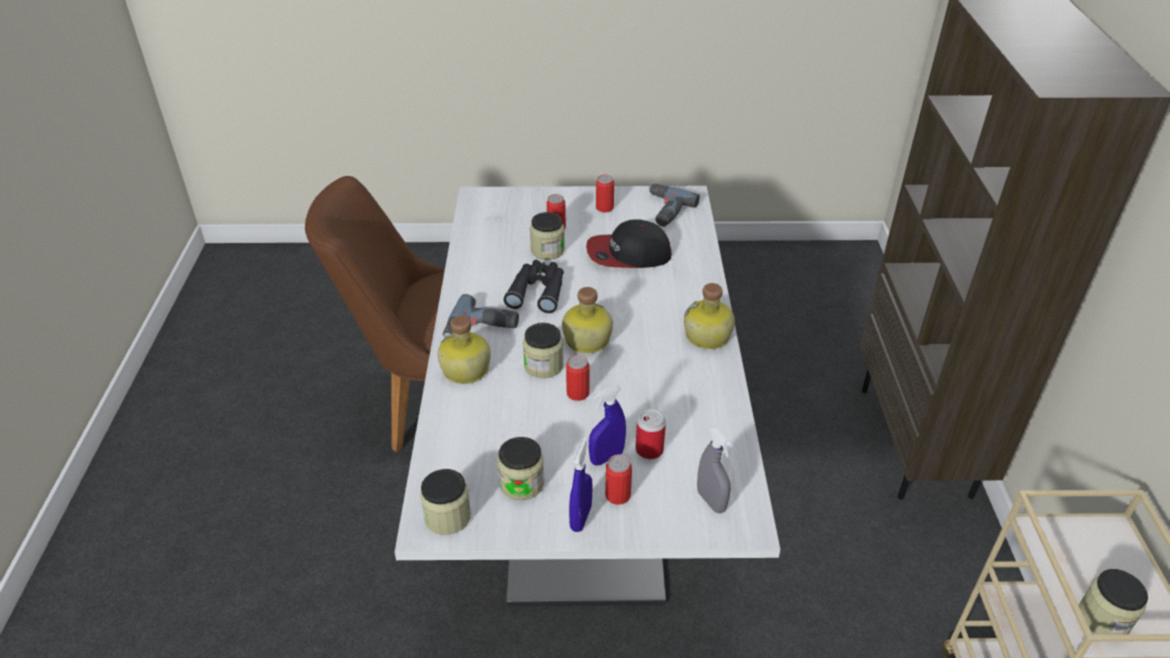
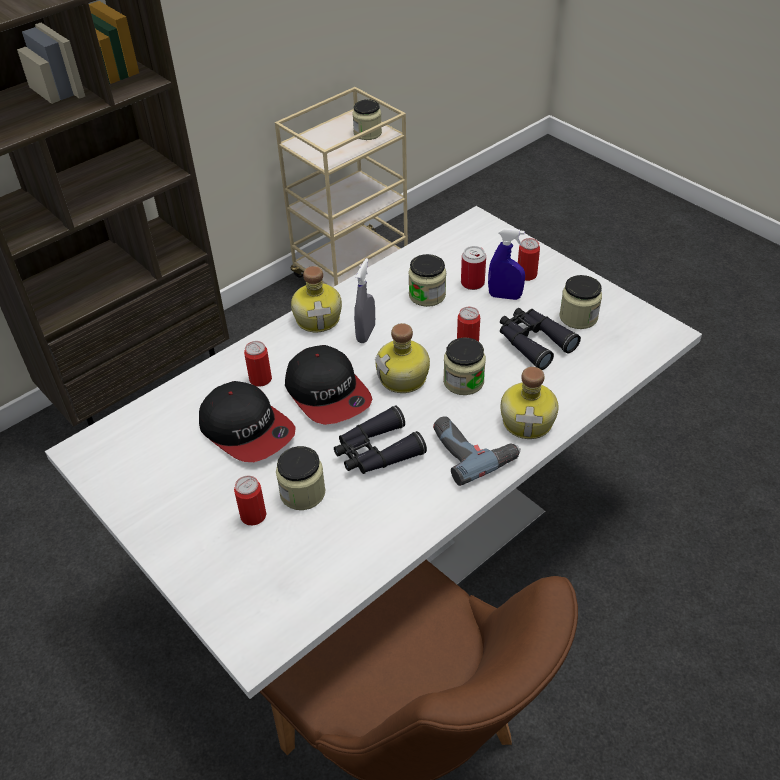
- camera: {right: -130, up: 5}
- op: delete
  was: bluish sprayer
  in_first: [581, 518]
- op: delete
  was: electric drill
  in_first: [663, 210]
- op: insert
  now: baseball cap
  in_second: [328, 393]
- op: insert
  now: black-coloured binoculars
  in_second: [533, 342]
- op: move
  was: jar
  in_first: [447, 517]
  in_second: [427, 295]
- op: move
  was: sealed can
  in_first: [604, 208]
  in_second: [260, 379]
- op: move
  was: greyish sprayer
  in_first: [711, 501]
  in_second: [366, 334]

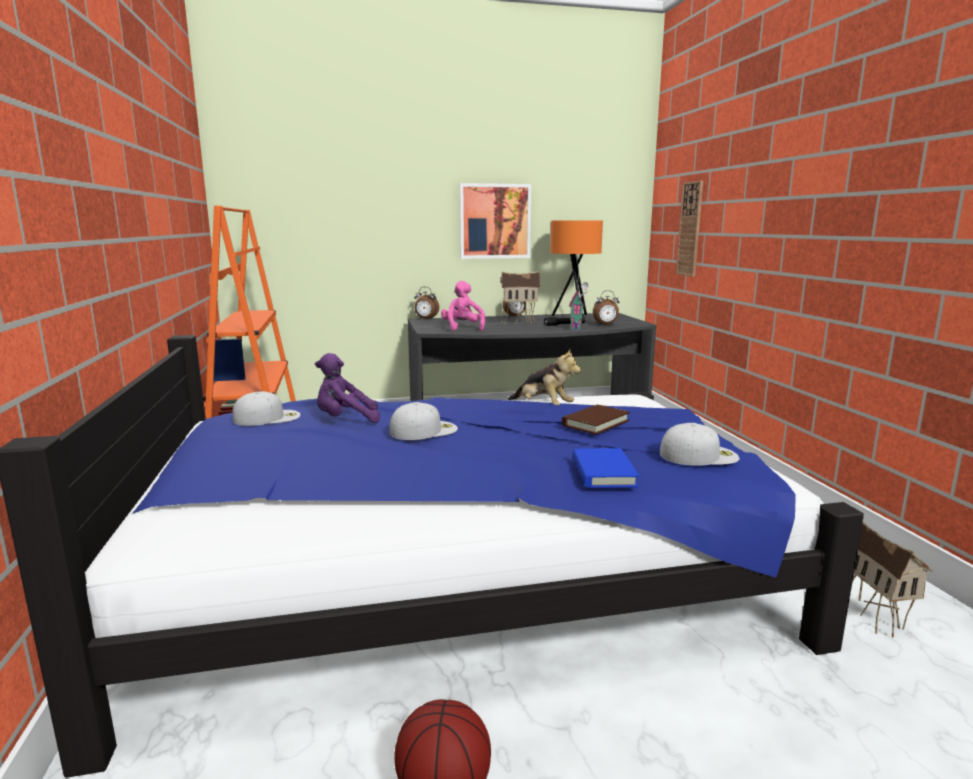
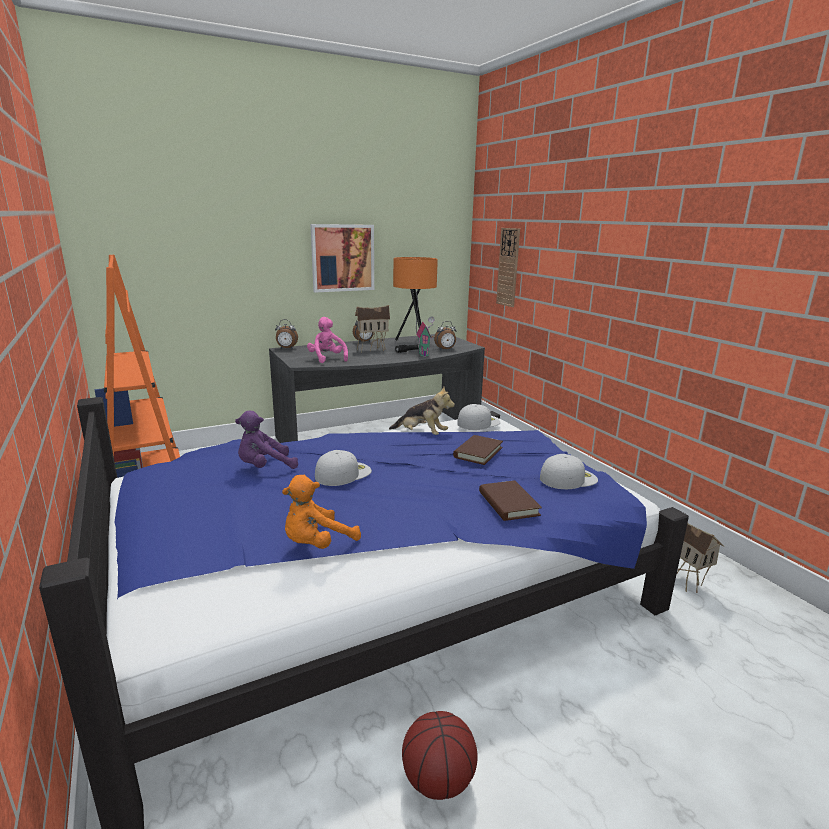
- camera: {right: -15, up: 5}
- op: insert
  now: orangey plush toy
  in_second: [317, 544]
- op: move
  was: white-coloured baseball cap
  in_first: [267, 417]
  in_second: [478, 422]
- op: recolor
  was: bluish volume
  now: brown-coloured volume
  in_first: [603, 472]
  in_second: [508, 503]

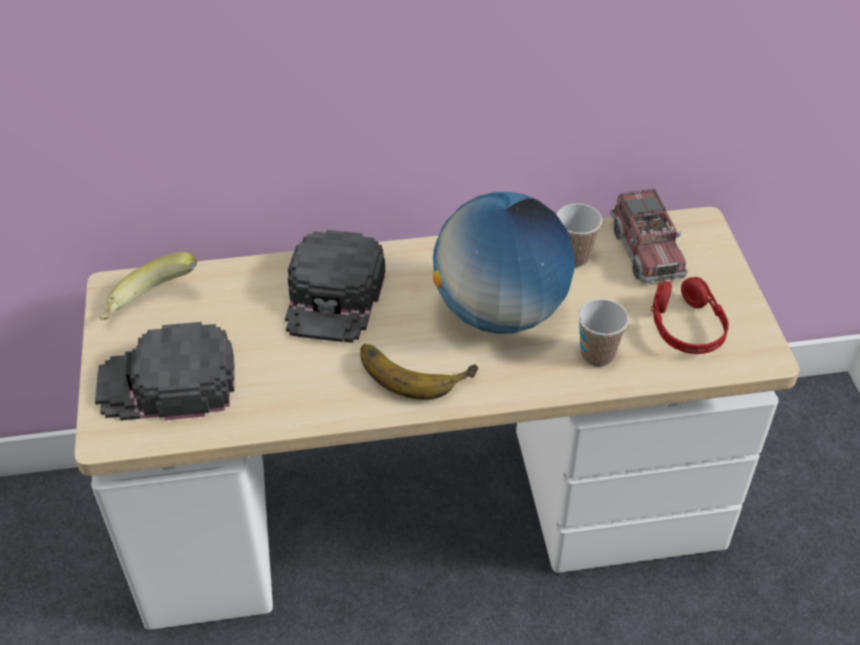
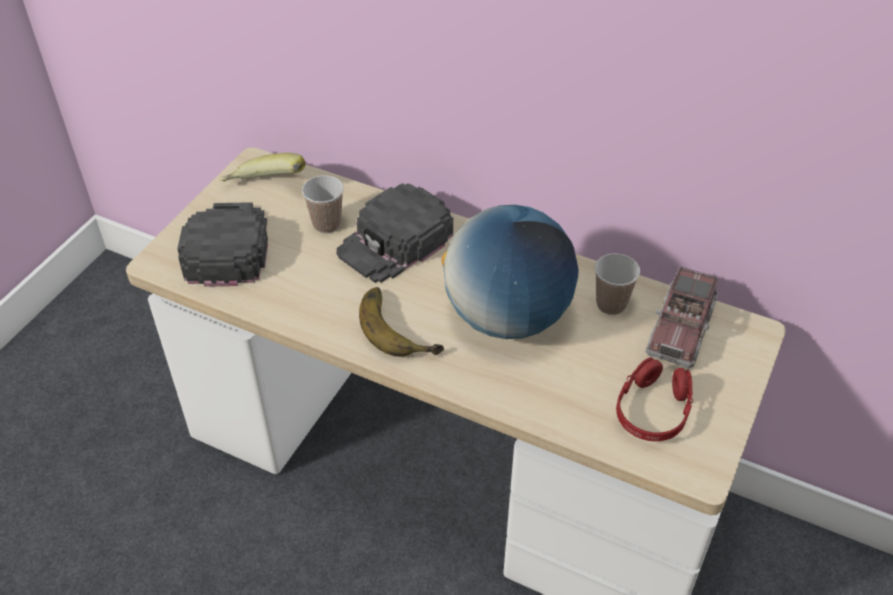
- camera: {right: 35, up: 0}
- op: move
  was: cup
  in_first: [597, 355]
  in_second: [327, 224]
- op: rotate
  was: black-coloured baseball cap
  in_first: [168, 383]
  in_second: [226, 246]
  clockwise: 60

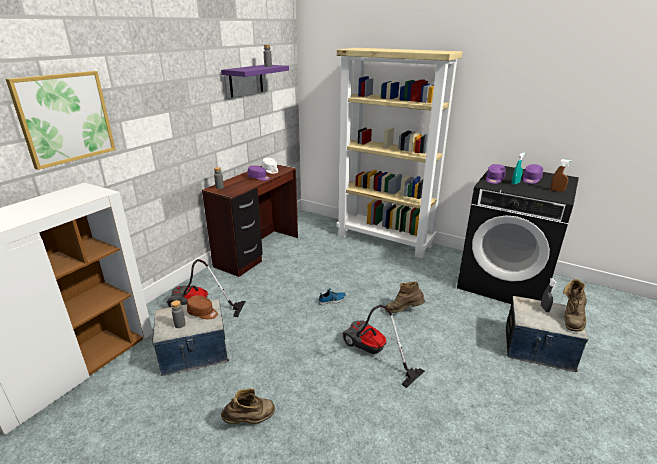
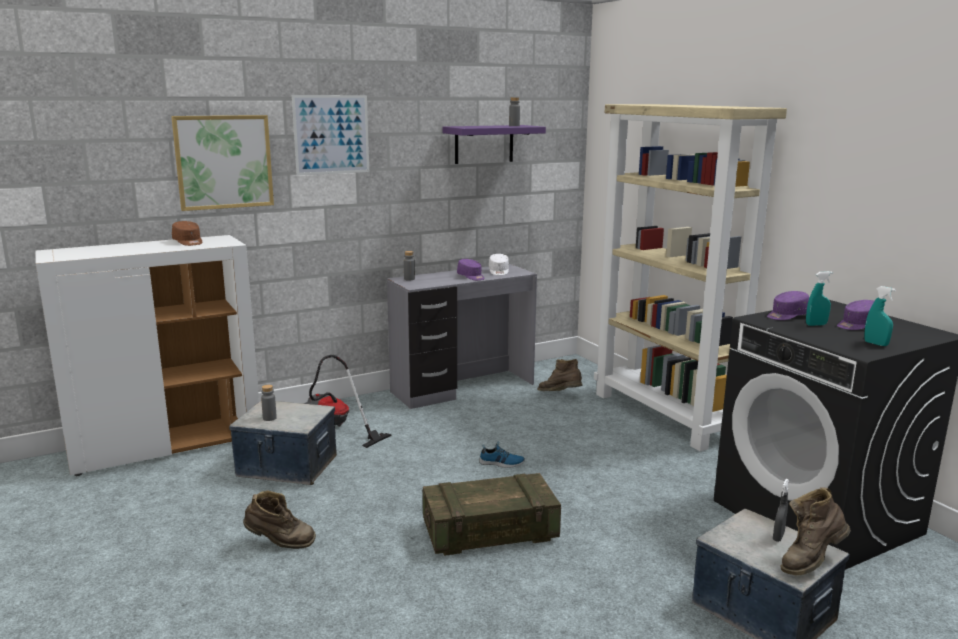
- camera: {right: 30, up: -10}
- op: insert
  now: wall picture
  in_second: [331, 134]
- op: move
  was: brown-coloured baseball cap
  in_first: [203, 313]
  in_second: [188, 242]
- op: move
  was: brown-coloured tall boot
  in_first: [403, 311]
  in_second: [560, 395]
- op: replace
  was: hoover
  now: packing crate
  in_first: [372, 353]
  in_second: [490, 532]
- op: recolor
  was: brown-coloured desk table
  now: greyish desk table
  in_first: [259, 251]
  in_second: [463, 388]
- op: recolor
  was: brown-coloured sprayer
  now: blue-green sprayer
  in_first: [557, 190]
  in_second: [876, 344]

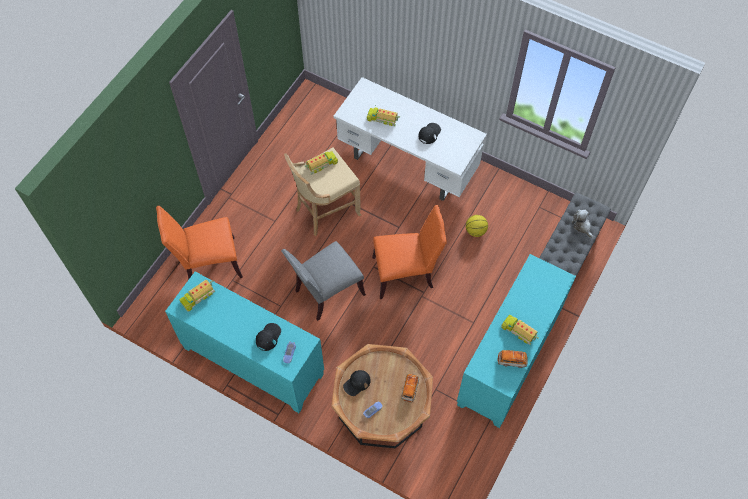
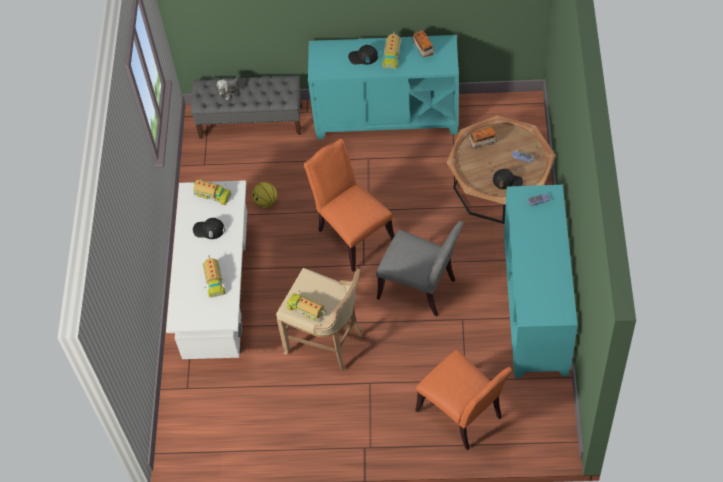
- camera: {right: -115, up: -5}
- op: move
  was: toy truck
  in_first: [198, 296]
  in_second: [212, 195]
- op: move
  was: black-coloured baseball cap
  in_first: [268, 337]
  in_second: [363, 57]

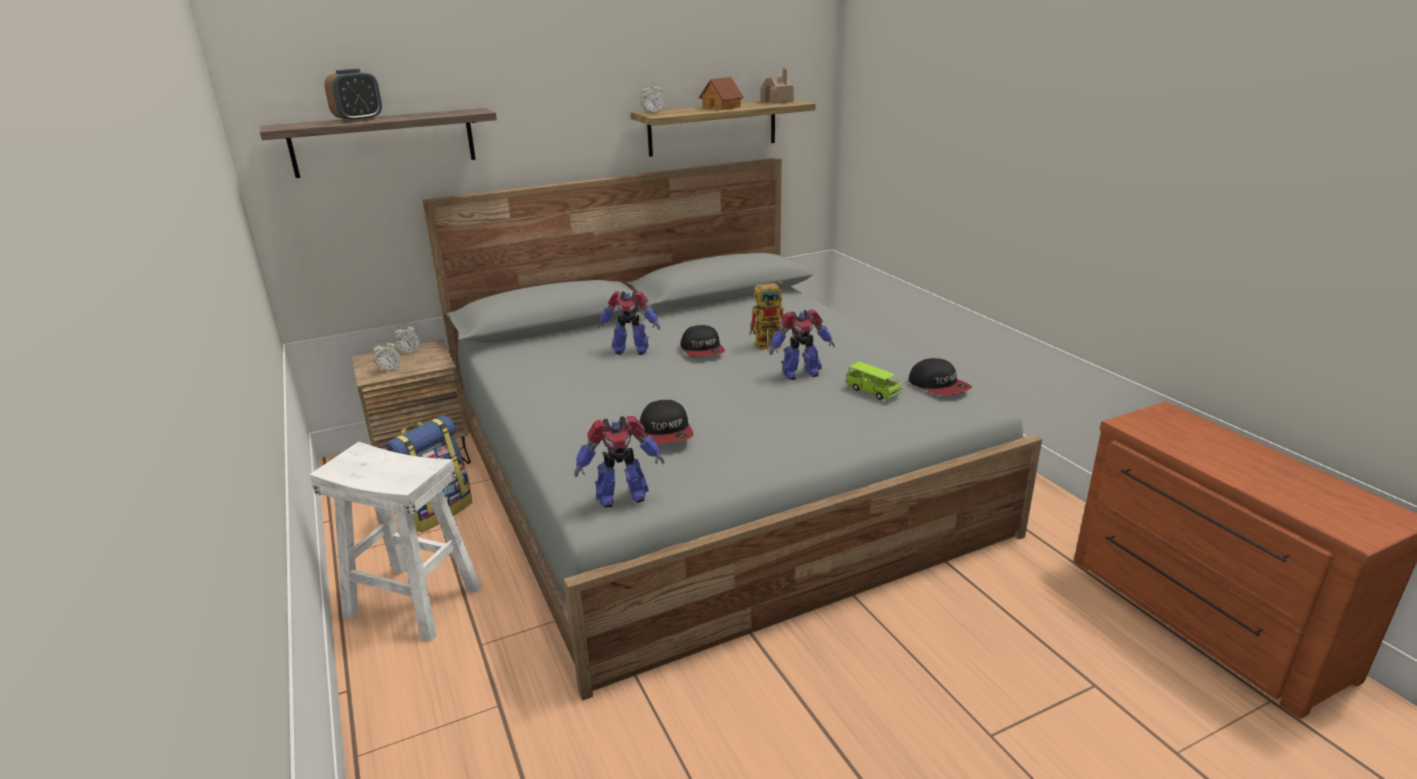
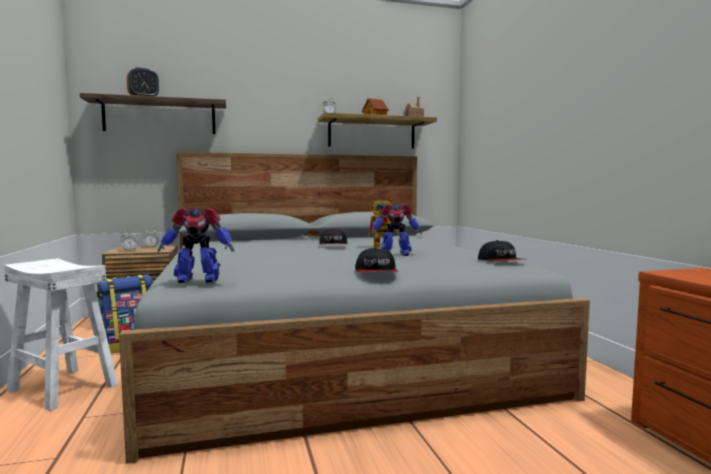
- camera: {right: 10, up: -20}
- op: delete
  was: toy robot
  in_first: [630, 350]
- op: delete
  was: greenish model car
  in_first: [873, 392]
- op: move
  was: baseball cap
  in_first: [666, 431]
  in_second: [376, 272]

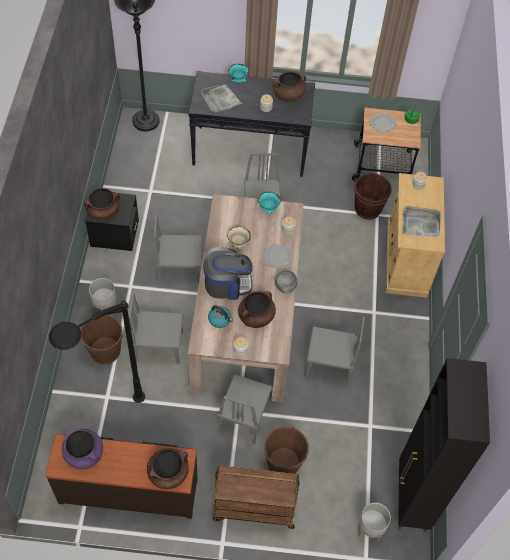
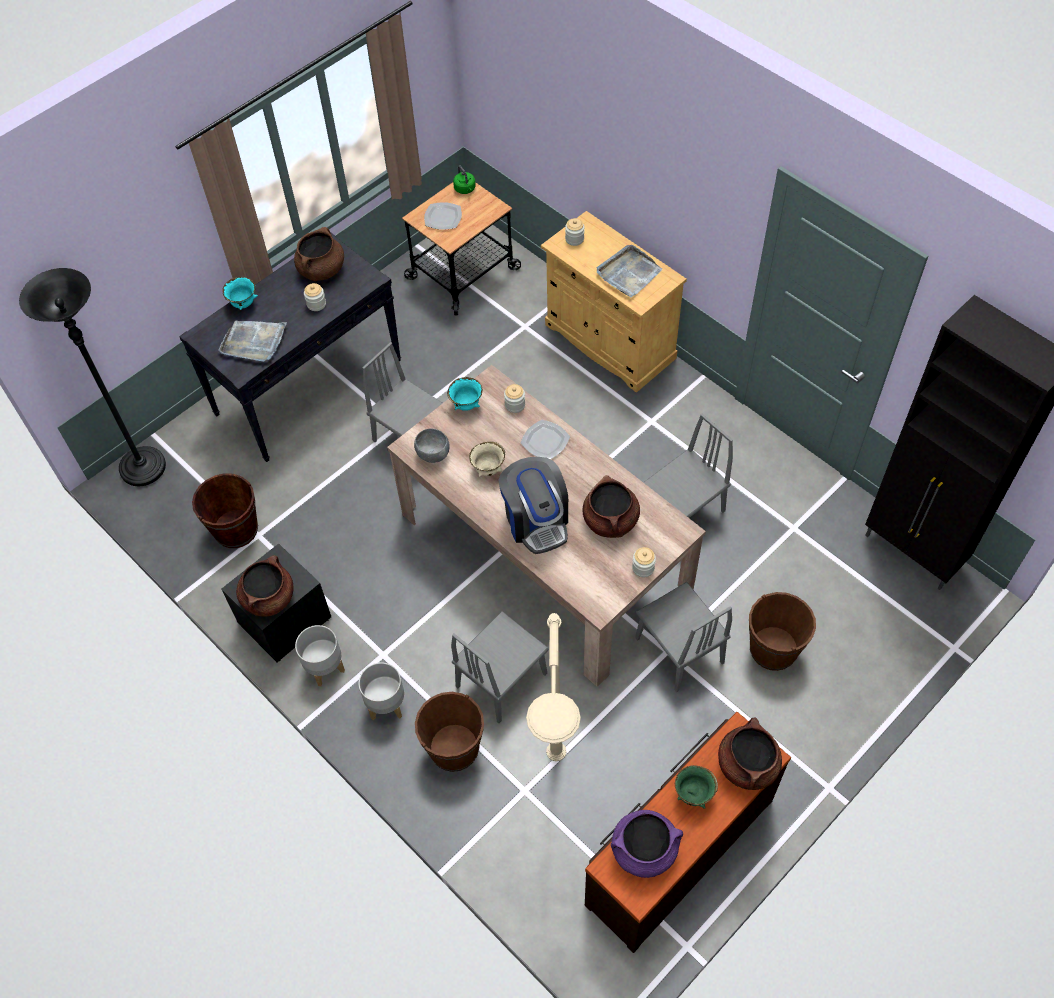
- camera: {right: -45, up: 0}
- op: delete
  was: greyish plain chair
  in_first: [179, 269]
- op: delete
  was: tea kettle
  in_first: [220, 320]
- op: delete
  was: brown-coloured trolley
  in_first: [253, 509]
- op: insert
  now: greenish deep dish
  in_second: [693, 795]
- op: move
  was: greyish deep dish
  in_first: [285, 287]
  in_second: [433, 455]
- op: move
  was: brown-coloured pail
  in_first: [367, 209]
  in_second: [236, 529]
- op: move
  was: greyish planter
  in_first: [370, 529]
  in_second: [325, 668]
- op: recolor
  was: black-coloured standard lamp
  now: beige-coloured standard lamp
  in_first: [105, 419]
  in_second: [555, 814]
- op: rotate
  was: coffee maker
  in_first: [227, 284]
  in_second: [536, 520]
  clockwise: 120

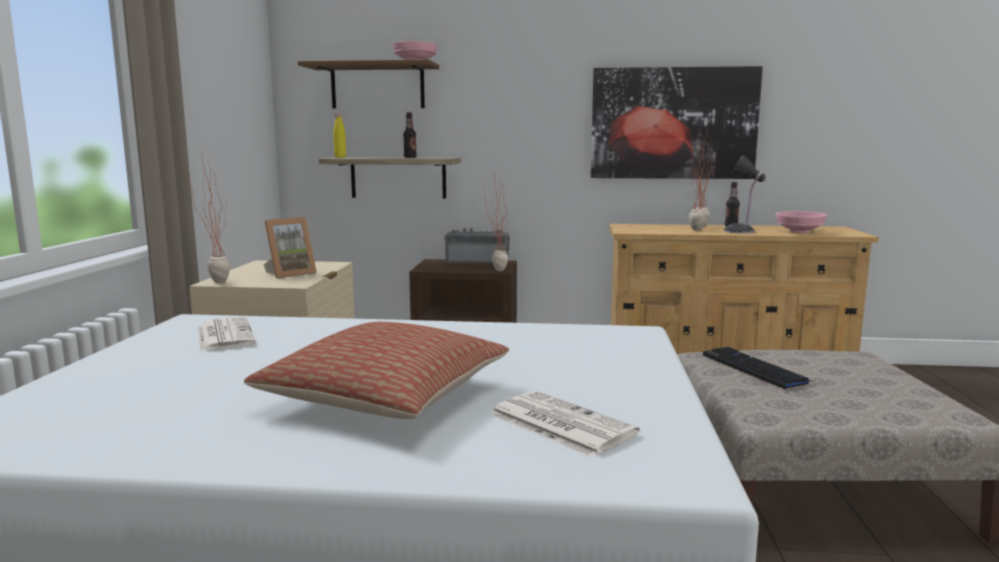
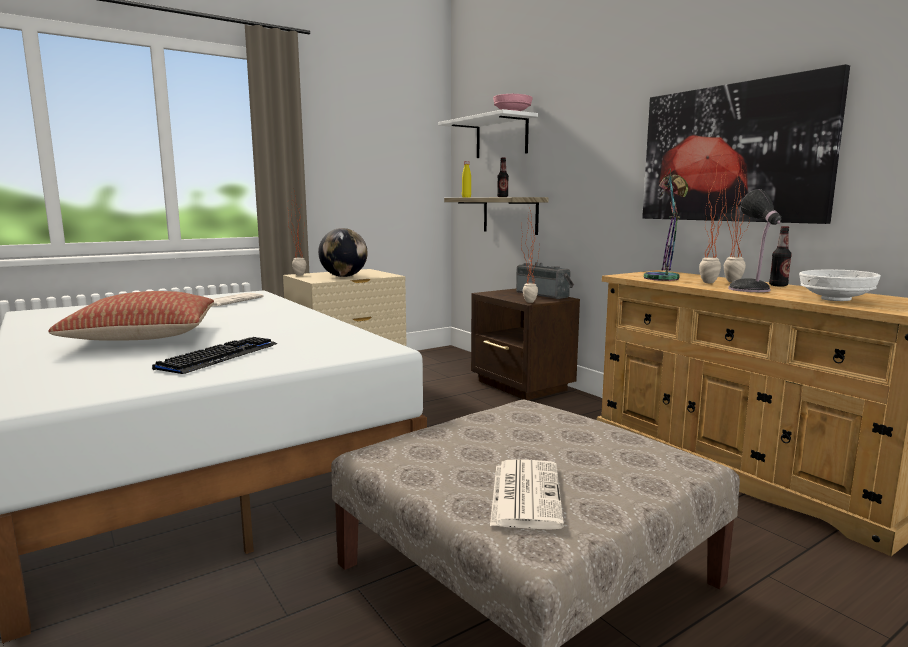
- camera: {right: 50, up: 0}
- op: insert
  now: tabletop lamp
  in_second: [664, 277]
- op: move
  was: printed paper
  in_first: [559, 424]
  in_second: [525, 493]
- op: move
  was: PC keyboard
  in_first: [754, 369]
  in_second: [219, 357]
- op: replace
  was: picture frame
  now: globe
  in_first: [290, 274]
  in_second: [344, 276]
- op: recolor
  was: brown-coloured bracket shelf
  now: white-coloured bracket shelf
  in_first: [377, 87]
  in_second: [501, 137]
- op: recolor
  was: pinkish deep dish
  now: white-coloured deep dish
  in_first: [798, 231]
  in_second: [835, 299]

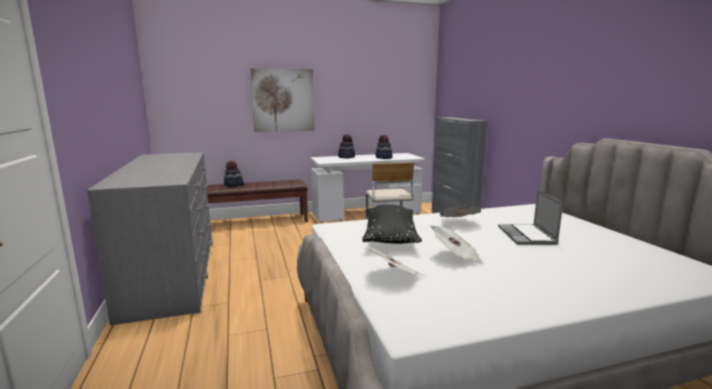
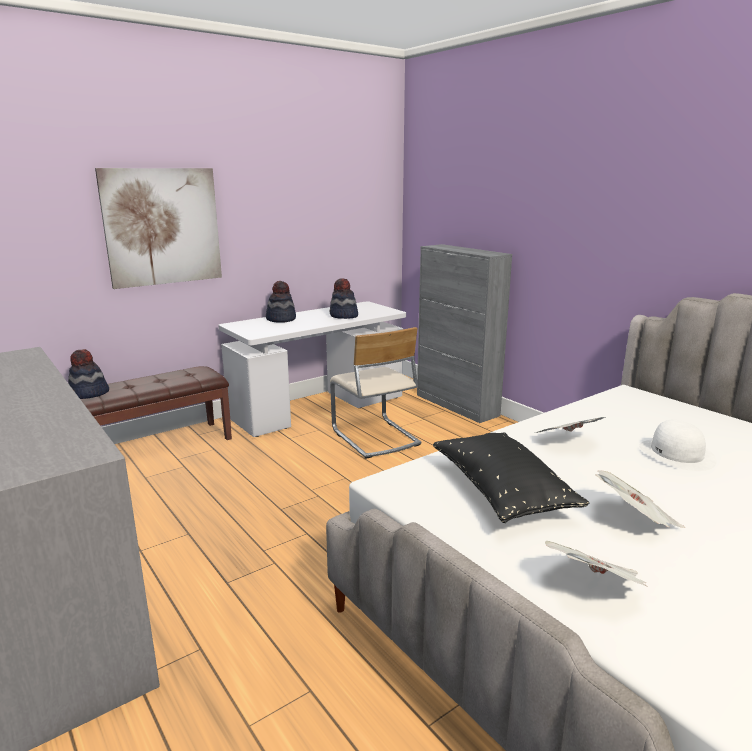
- camera: {right: -20, up: 5}
- op: replace
  was: laptop
  now: white-coloured wearable hat
  in_first: [527, 236]
  in_second: [677, 454]

